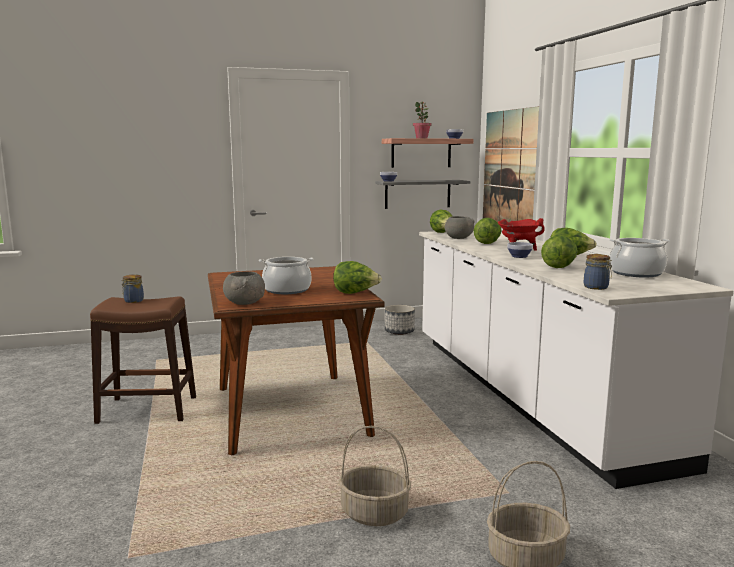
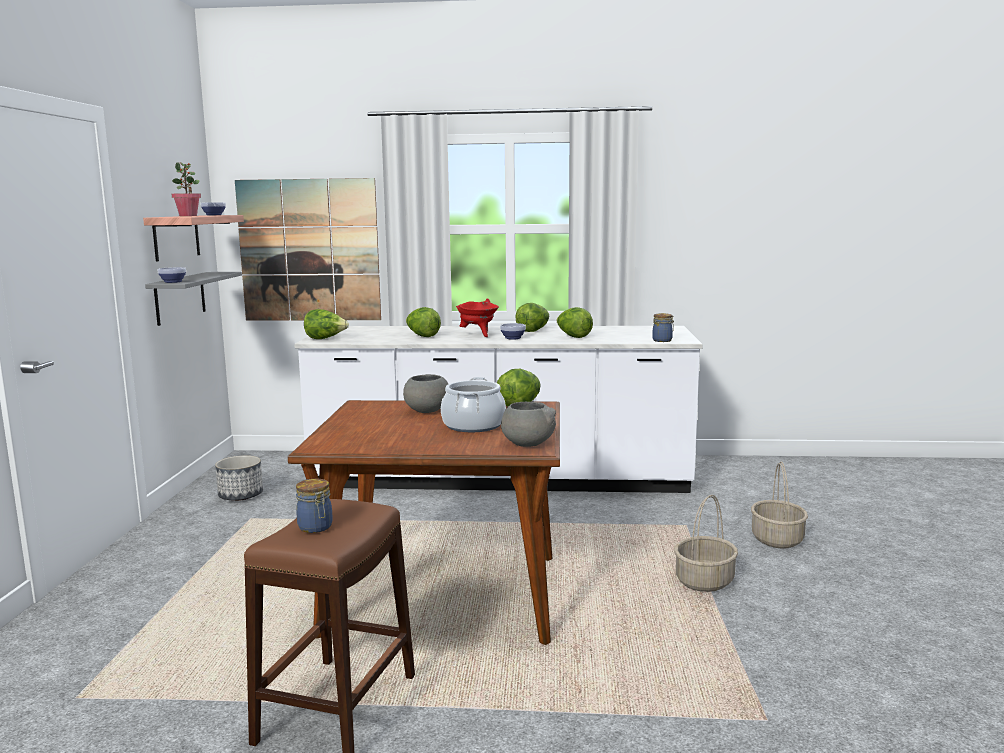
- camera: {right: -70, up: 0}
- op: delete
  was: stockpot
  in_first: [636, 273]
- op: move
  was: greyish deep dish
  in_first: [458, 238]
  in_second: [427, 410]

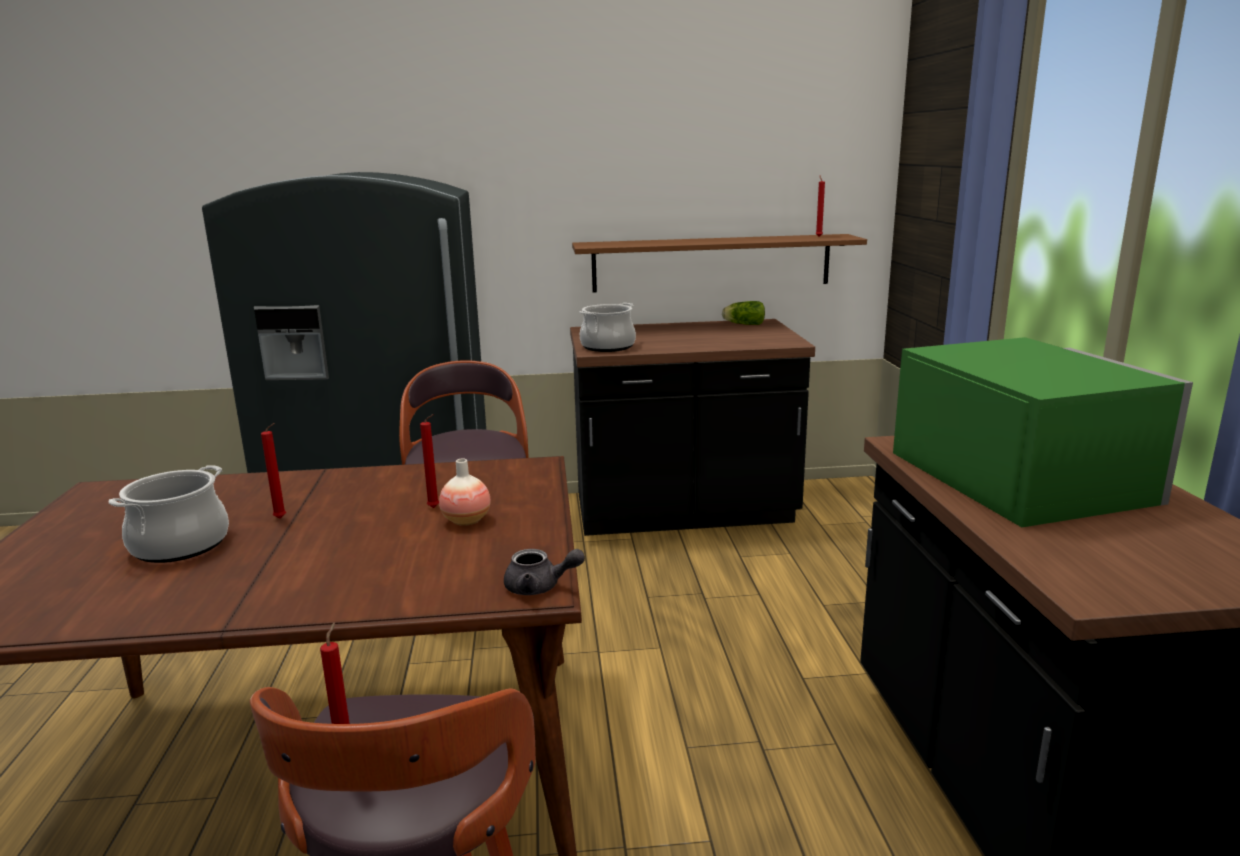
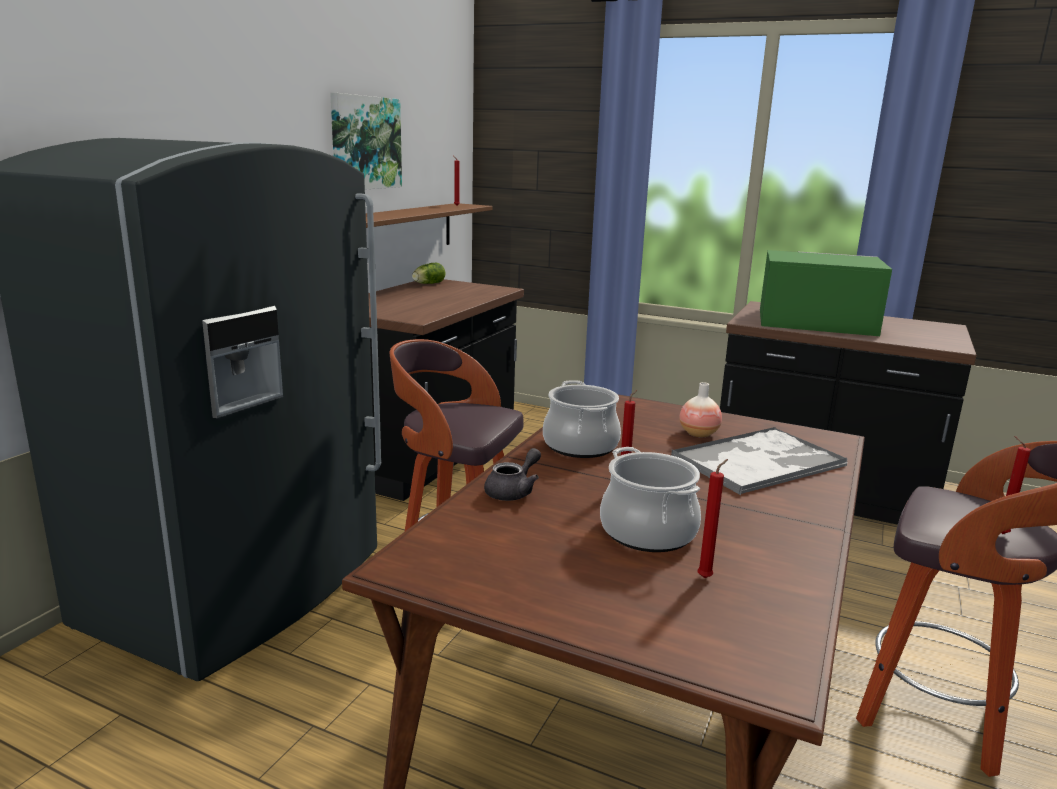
- camera: {right: -60, up: 0}
- op: insert
  now: wall picture
  in_second: [365, 143]
- op: insert
  now: carrying tray
  in_second: [759, 461]
- op: move
  was: red-coloured wax candle
  in_first: [435, 508]
  in_second: [706, 577]
- op: move
  was: greyish tea pot
  in_first: [540, 587]
  in_second: [513, 491]
- op: move
  was: stockpot
  in_first: [608, 347]
  in_second: [581, 446]

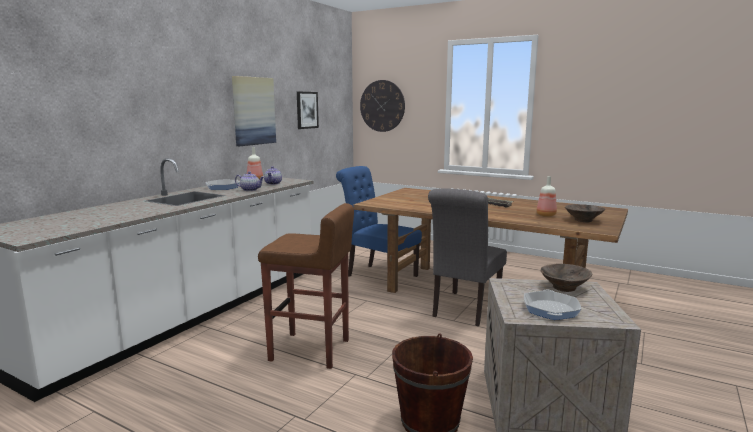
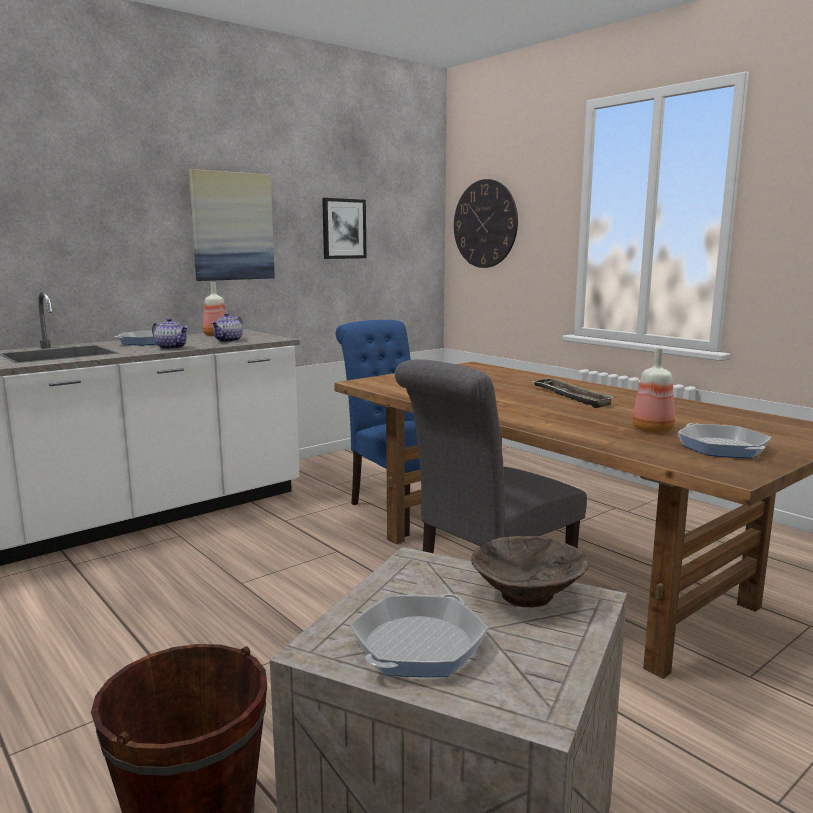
- camera: {right: 20, up: 0}
- op: delete
  was: brown-coloured stool seat
  in_first: [311, 351]
- op: replace
  was: brown-coloured deep dish
  now: frying pan
  in_first: [584, 220]
  in_second: [722, 447]

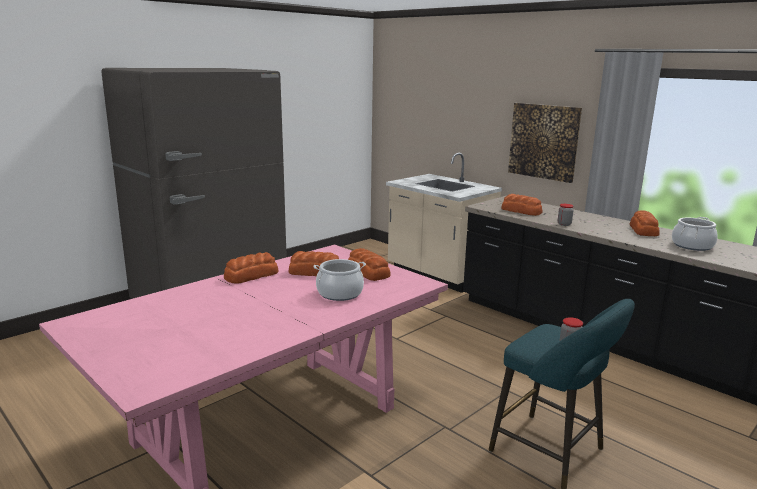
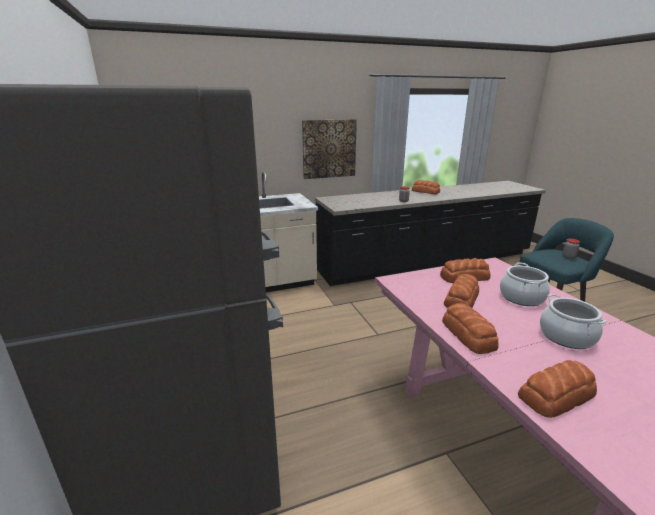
- camera: {right: -65, up: 5}
- op: move
  was: bread
  in_first: [521, 211]
  in_second: [557, 396]
- op: move
  was: stockpot
  in_first: [692, 246]
  in_second: [566, 336]

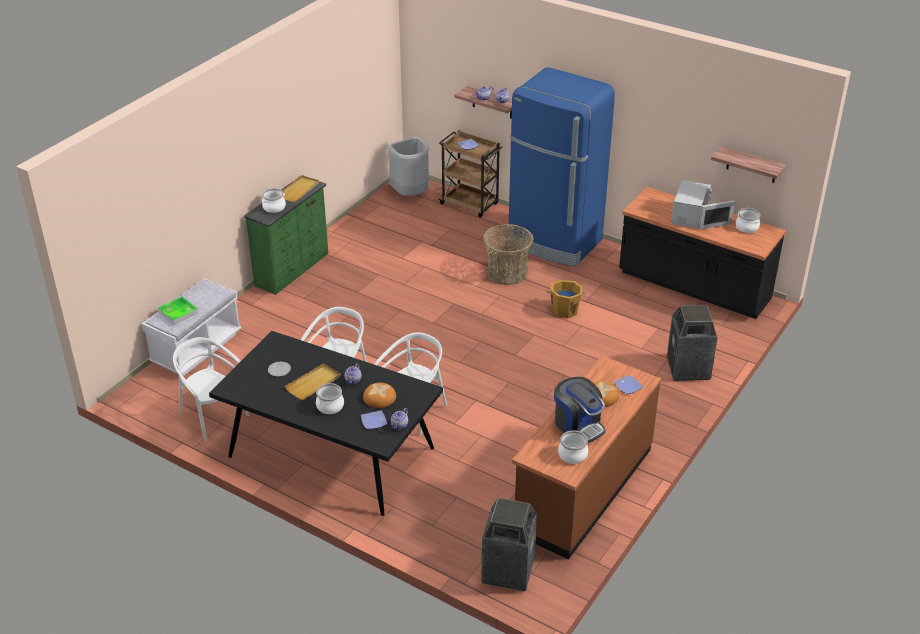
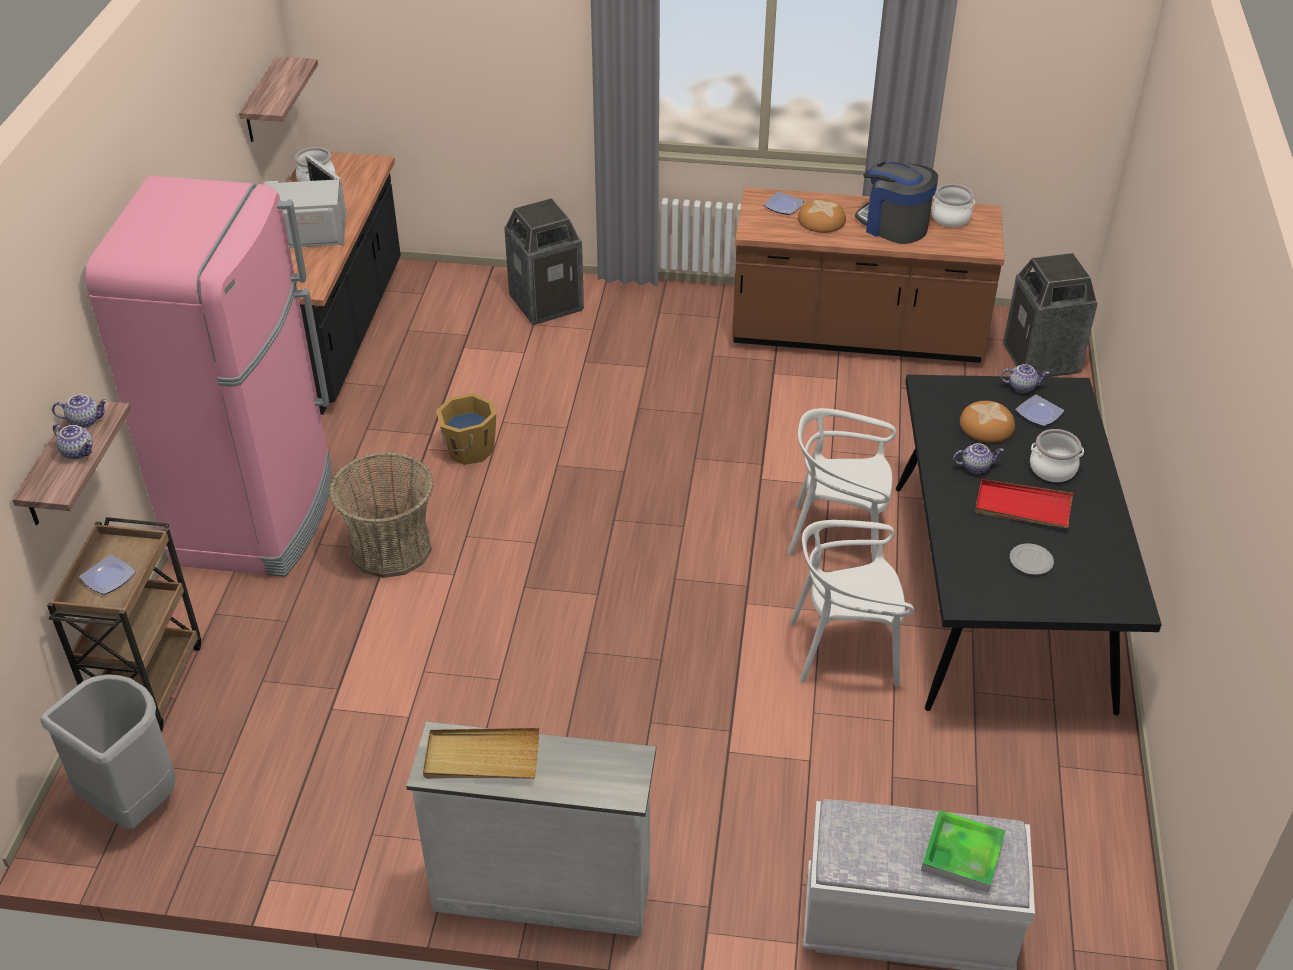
- camera: {right: -115, up: 5}
- op: delete
  was: white-coloured plain chair
  in_first: [213, 416]
- op: delete
  was: stockpot
  in_first: [274, 207]
- op: recolor
  was: greenish drawer chest
  now: white-coloured drawer chest
  in_first: [293, 269]
  in_second: [541, 891]
- op: recolor
  was: beige-coloured carrying tray
  now: red-coloured carrying tray
  in_first: [313, 383]
  in_second: [1022, 507]
- op: recolor
  was: bluish kitchen fridge
  now: pinkish kitchen fridge
  in_first: [554, 242]
  in_second: [257, 516]
- op: rotate
  was: coffee maker
  in_first: [578, 425]
  in_second: [894, 225]
  clockwise: -75

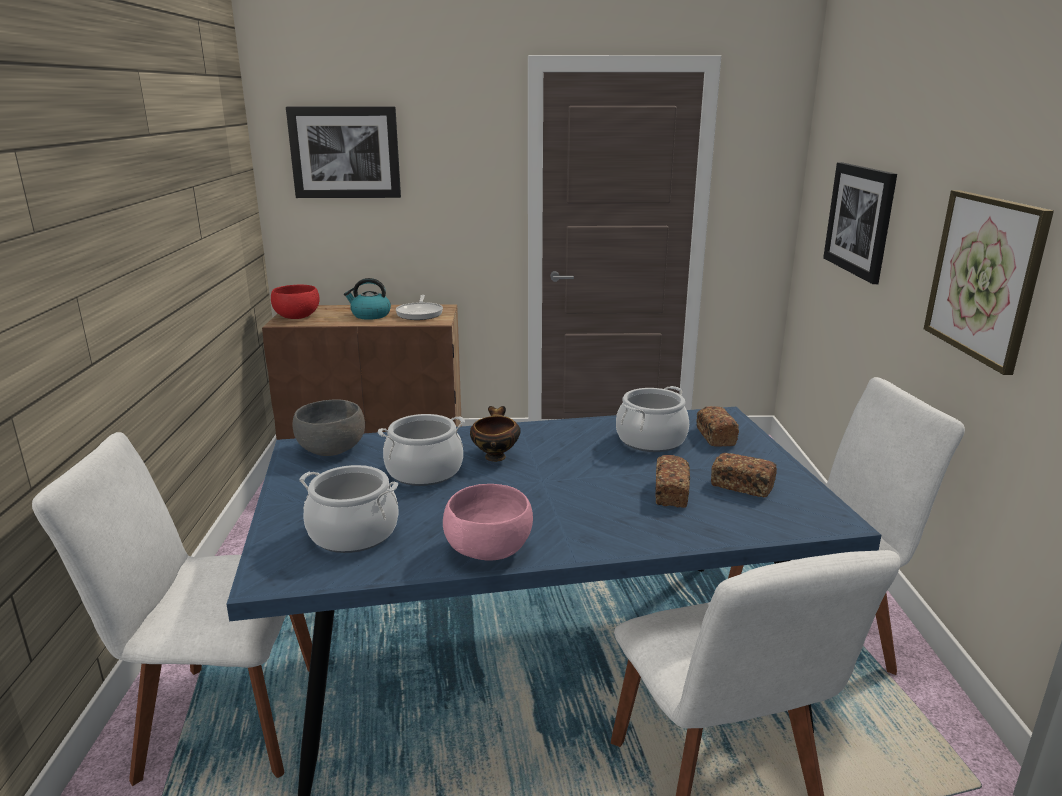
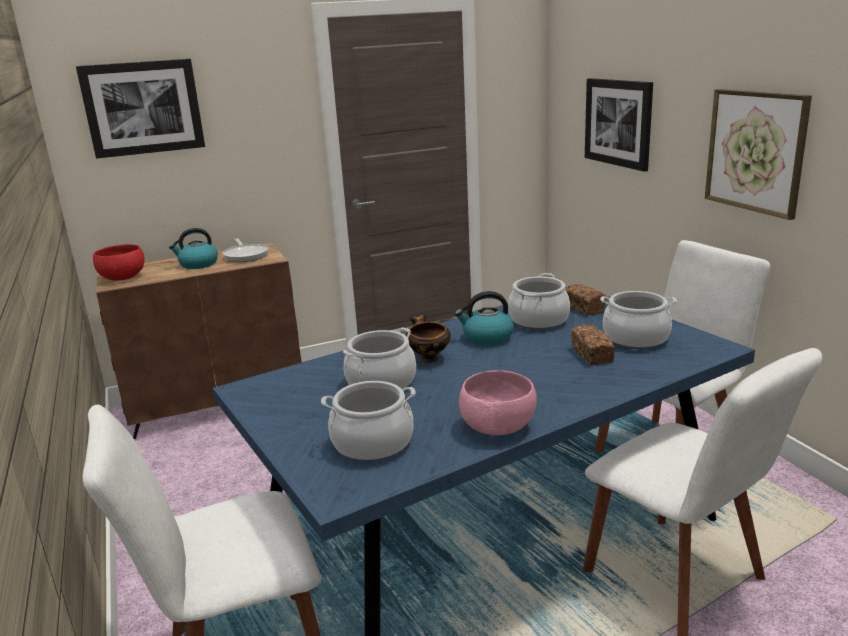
- camera: {right: -20, up: 0}
- op: delete
  was: greyish deep dish
  in_first: [332, 449]
- op: insert
  now: tea kettle
  in_second: [487, 337]
- op: replace
  was: bread
  now: stockpot
  in_first: [741, 486]
  in_second: [636, 339]

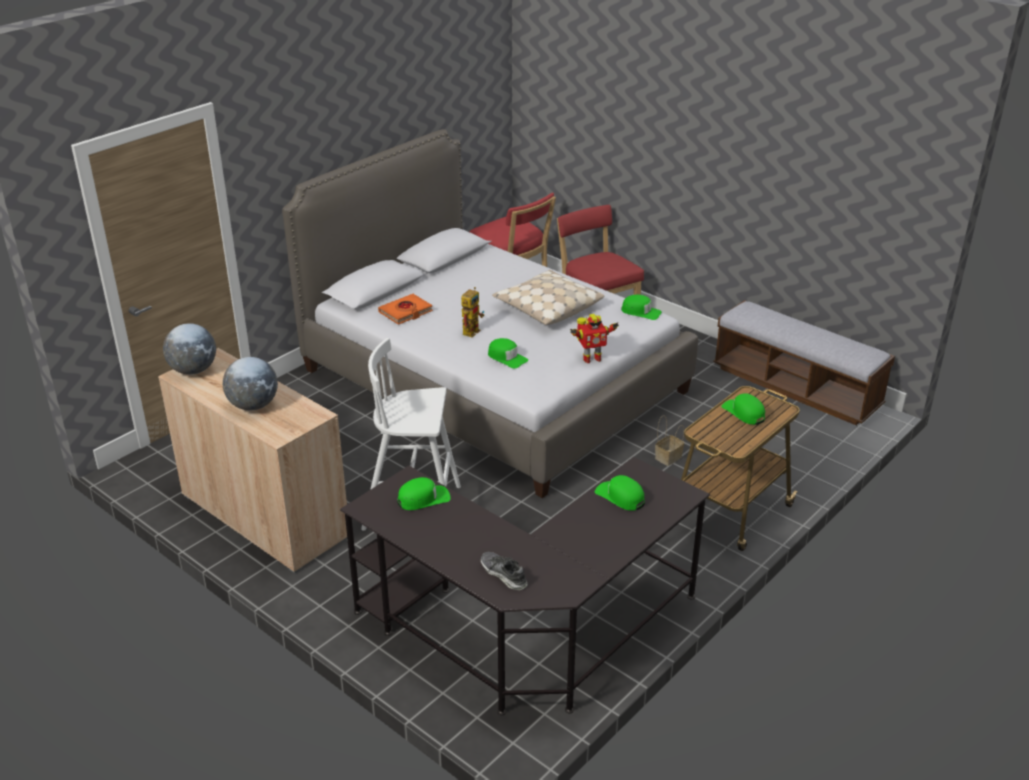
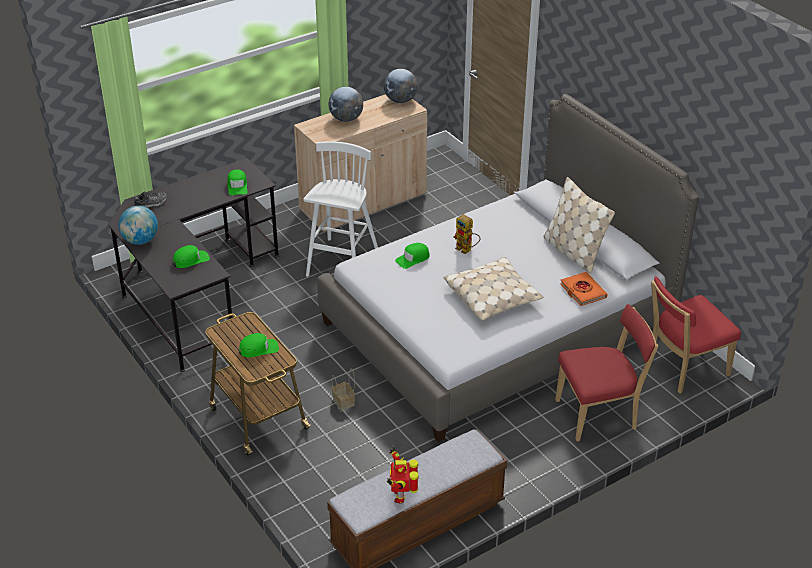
- camera: {right: 105, up: 5}
- op: delete
  was: greenish baseball cap
  in_first: [641, 312]
- op: insert
  now: globe
  in_second: [140, 240]
- op: insert
  now: beige-coloured pillow
  in_second: [573, 252]
- op: move
  was: orangey volume
  in_first: [406, 312]
  in_second: [583, 291]
- op: move
  was: toy robot
  in_first: [591, 358]
  in_second: [401, 496]

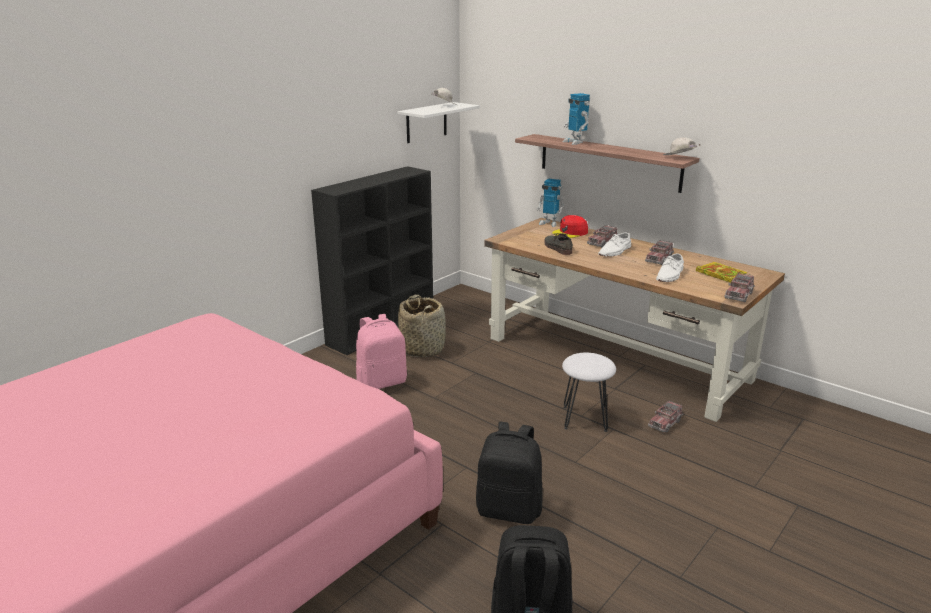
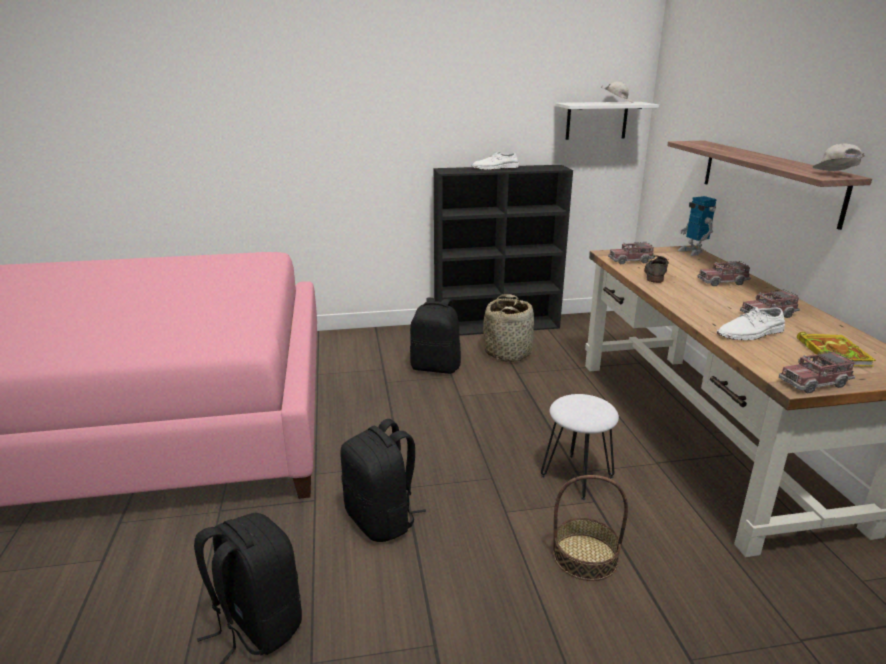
- camera: {right: 40, up: 0}
- op: delete
  was: red-coloured baseball cap
  in_first: [570, 232]
- op: delete
  was: toy robot
  in_first: [575, 142]
- op: insert
  now: basket
  in_second: [585, 556]
- op: move
  was: white-coloured low shoe
  in_first: [615, 251]
  in_second: [495, 168]
- op: move
  was: toy truck
  in_first: [665, 423]
  in_second: [630, 260]
- op: recolor
  was: pinkish rucksack
  now: black-coloured rucksack
  in_first: [382, 382]
  in_second: [436, 367]

